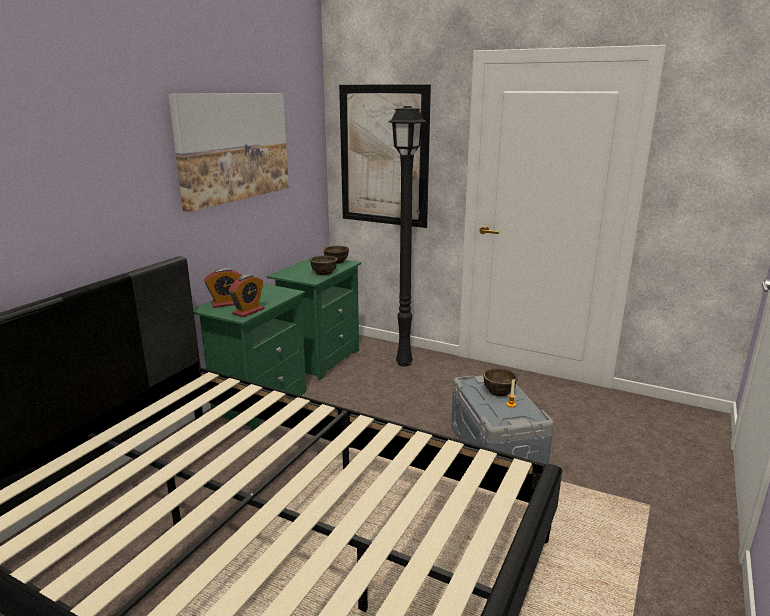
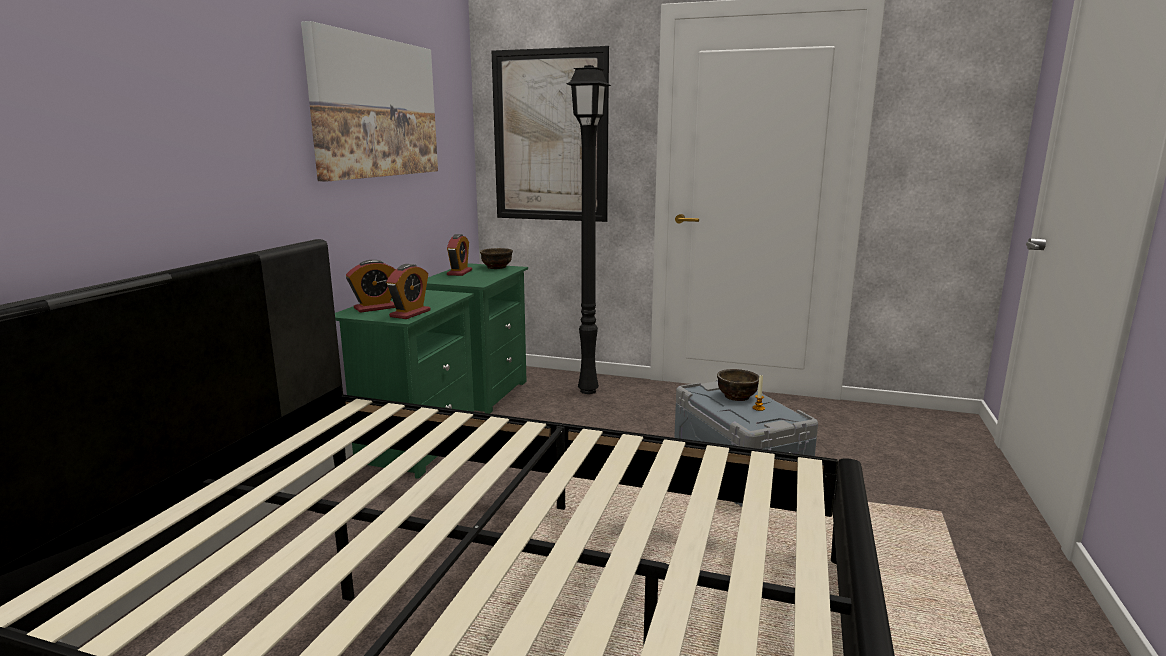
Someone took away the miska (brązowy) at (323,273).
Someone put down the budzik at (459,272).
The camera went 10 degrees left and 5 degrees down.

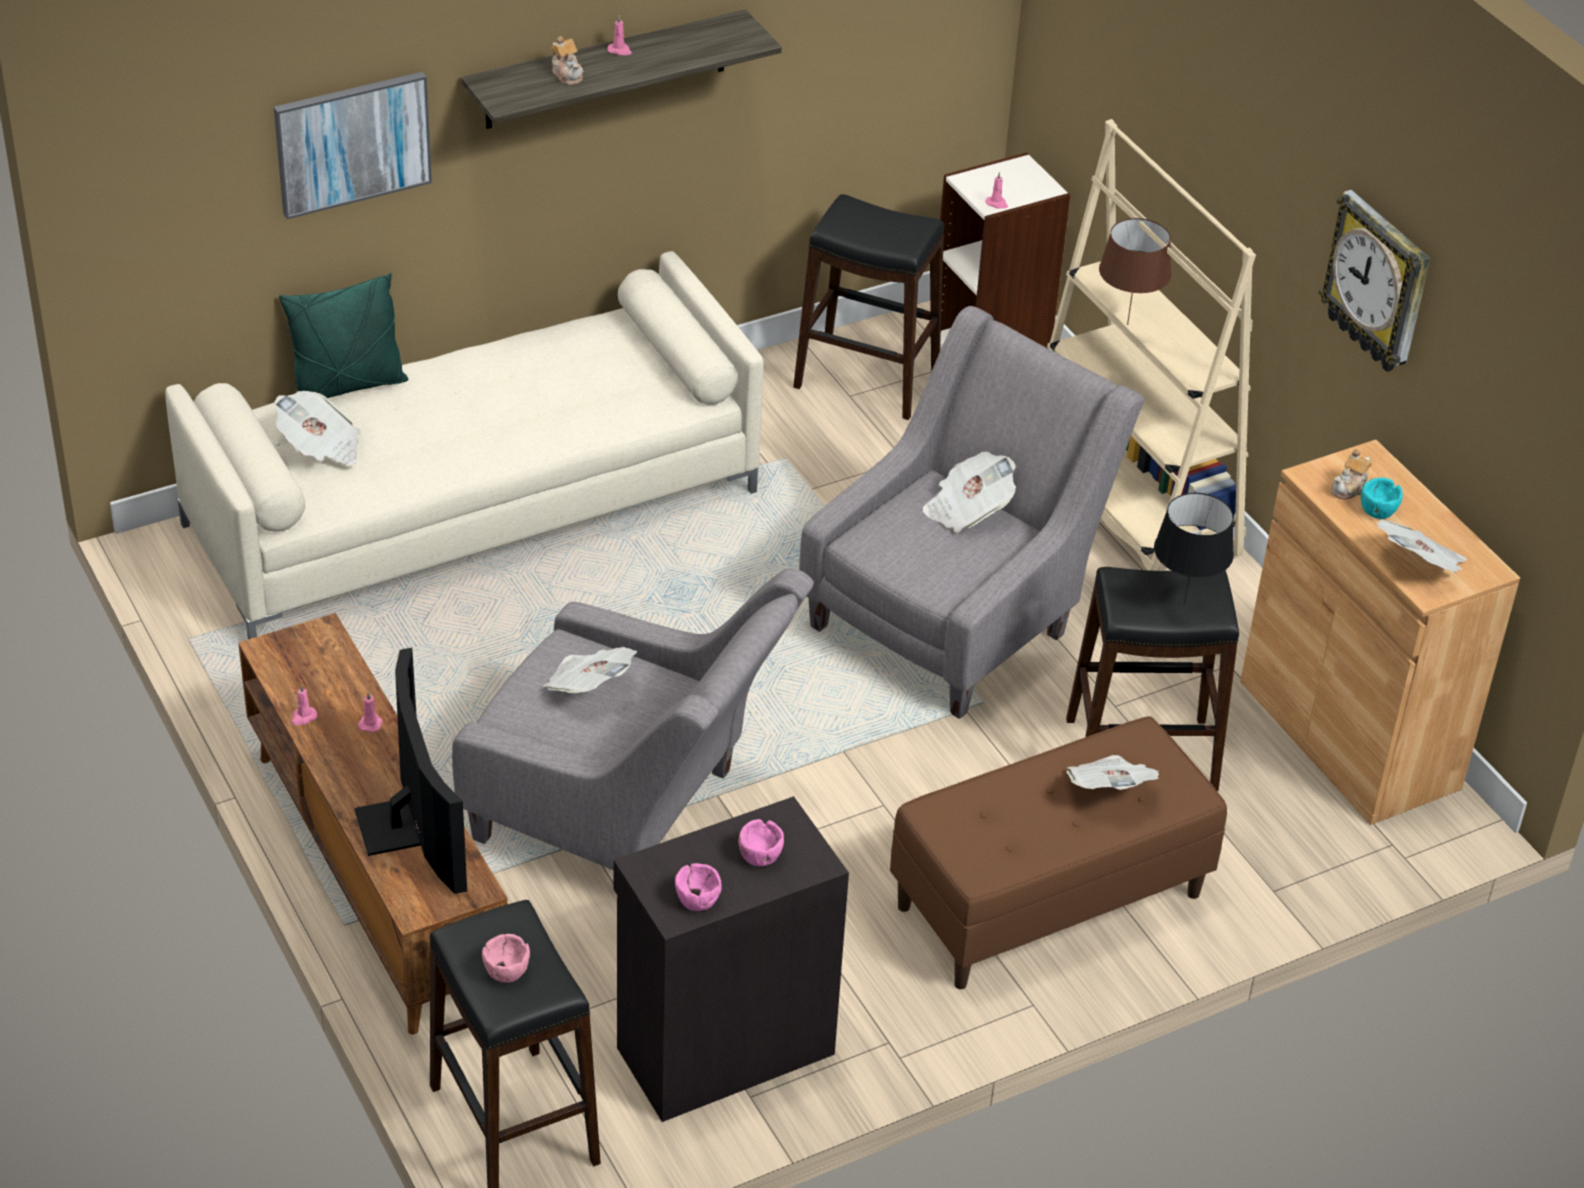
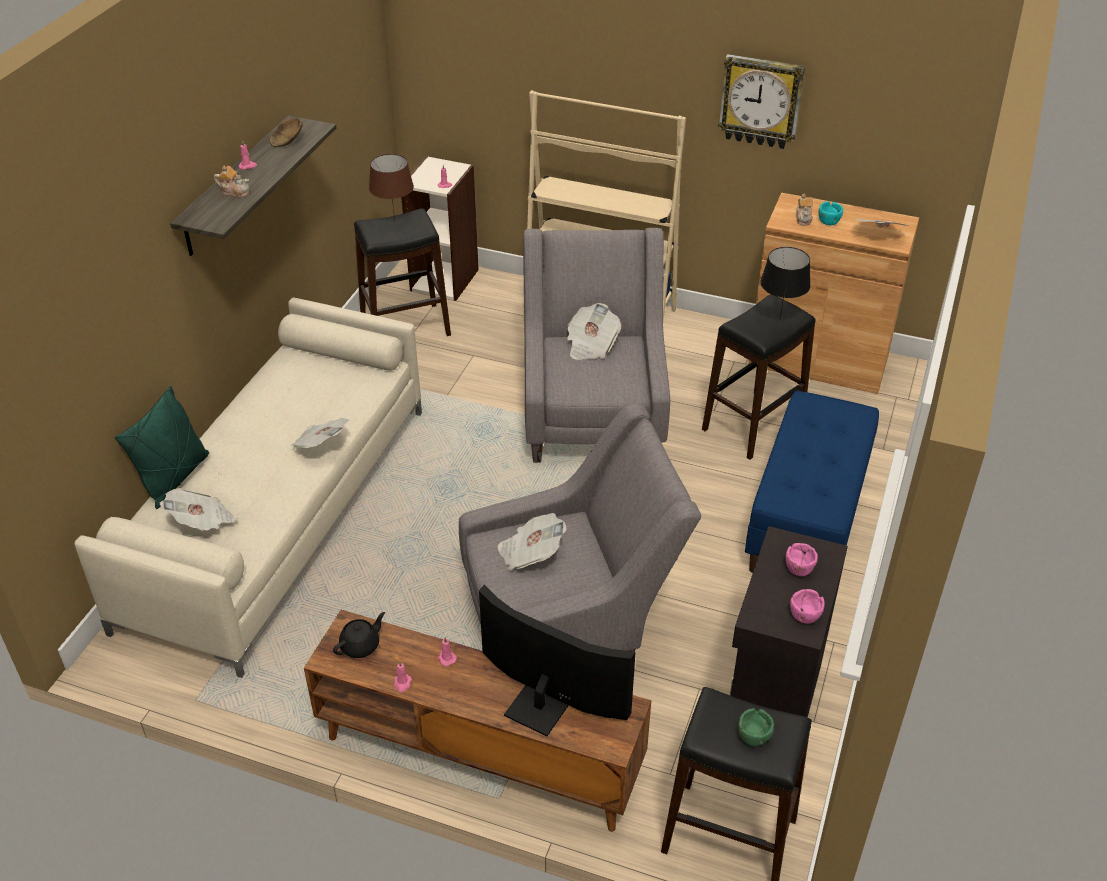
Someone took away the obraz at (352,143).
Someone carried the lampa stołowa (brązowy) from (1128,324) to (394,221).
Someone repainted the ławka (brązowy) at (1049,902), which became the ławka (niebieski) at (807,520).
Someone carried the gazeta from (1109,790) to (321,444).
Someone repainted the miska (różowy) at (506,972), which became the miska (zielony) at (753,737).
Someone put down the miska (brązowy) at (286,141).
Someone put down the imbryk (czarny) at (361,646).
The camera went 40 degrees left and 0 degrees up.

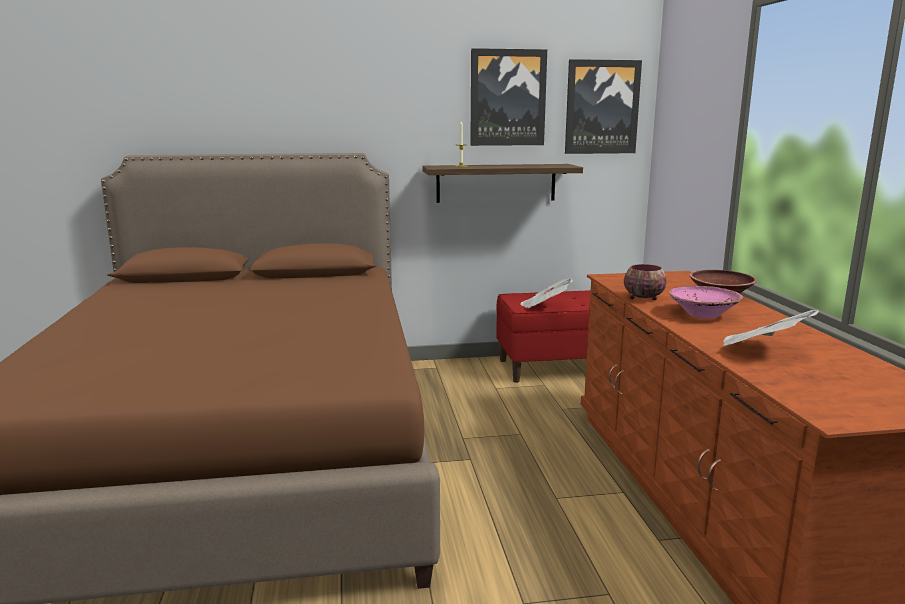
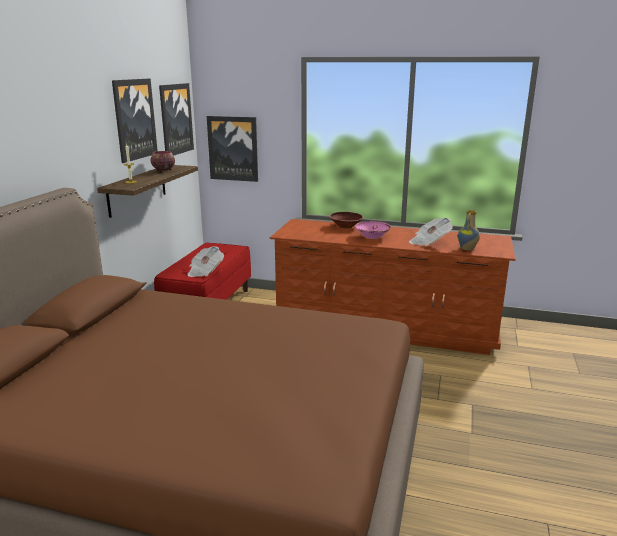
Someone carried the miska from (642,298) to (163,170).
Someone put up the obraz at (233,148).
Someone put down the wazon at (467,249).
The camera went 65 degrees left and 5 degrees up.

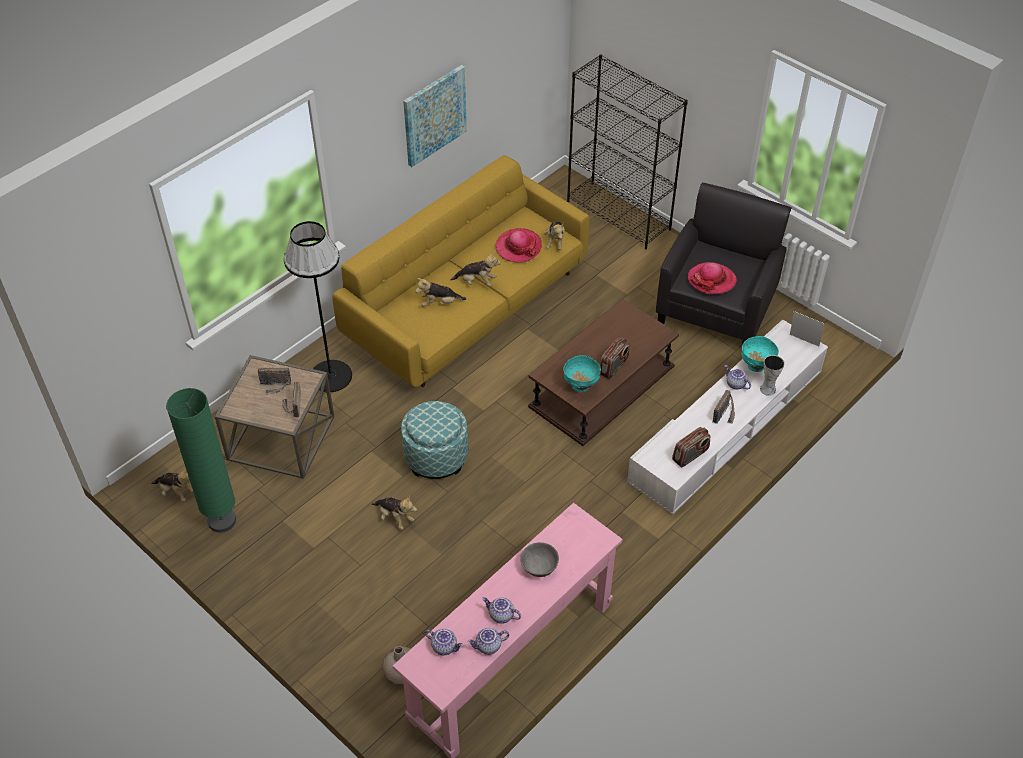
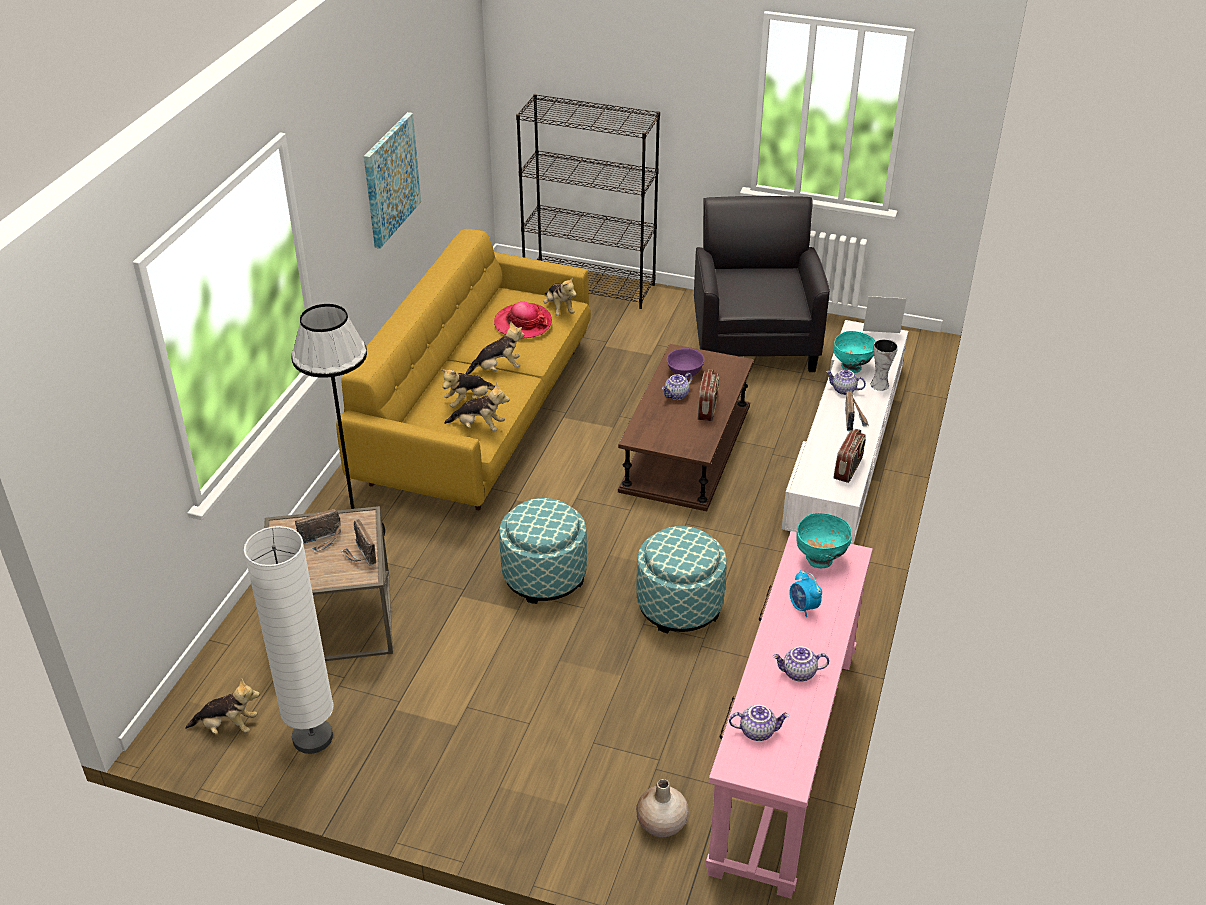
Someone took away the kapelusz at (711,280).
Someone carried the miska (turkusowy) from (580,386) to (820,560).
Someone repainted the lampa stojąca (zielony) at (222,521), which became the lampa stojąca (biały) at (312,738).
Someone carried the pluszak from (395,517) to (479,427).
Someone swapped the miska (szary) at (539,567) for the budzik at (803,607).
Someone carried the imbryk from (488,646) to (676,395).
Someone put down the miska (fioletowy) at (685,371).
Someone put down the pufa at (679,605).
The camera went 25 degrees left and 10 degrees down.

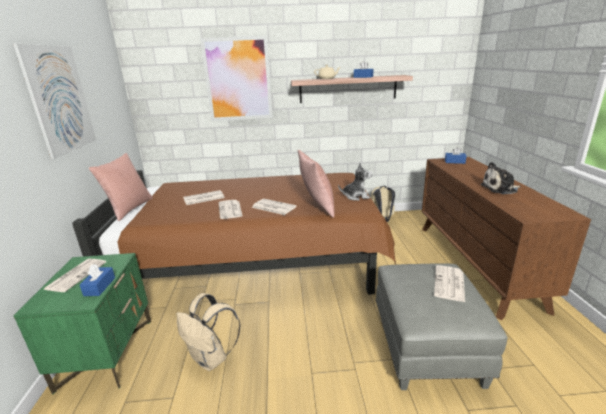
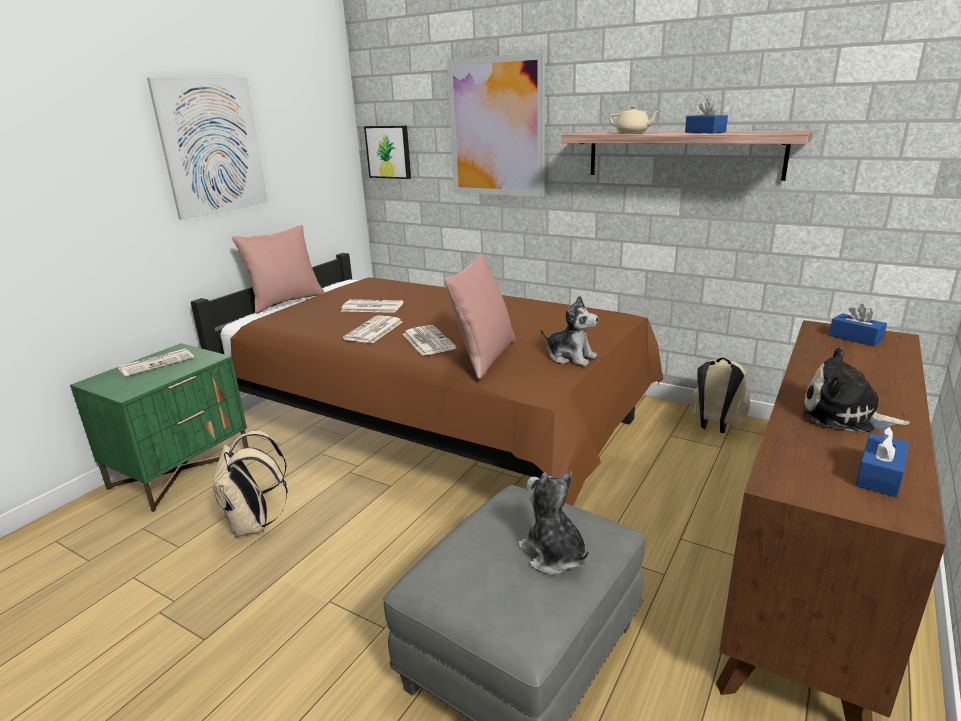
Someone carried the pudełko chusteczek (niebieski) from (99,286) to (879,476).
Someone swapped the gazeta at (449,284) for the pluszak at (553,555).
Someone put up the obraz at (389,152).
The camera went 35 degrees right and 0 degrees up.

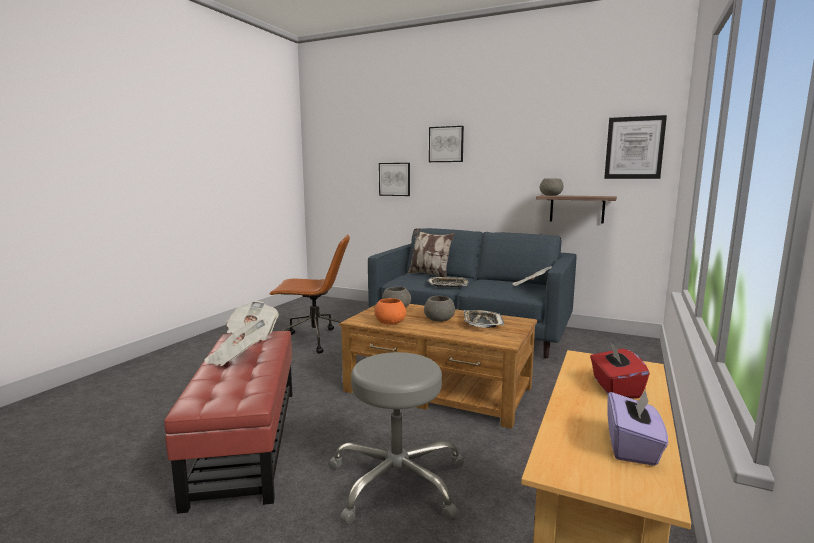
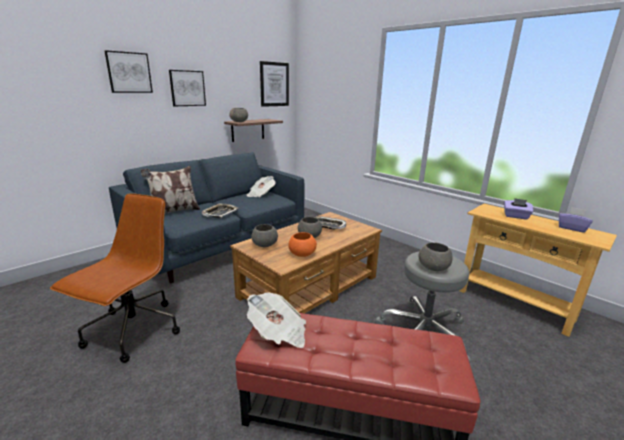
Someone carried the obraz from (394,179) to (187,88).
Someone took away the gazeta at (237,358).
Someone repainted the pudełko chusteczek (czerwony) at (615,388), which became the pudełko chusteczek (fioletowy) at (516,216).
Someone put down the miska (szary) at (433,268).
The camera went 70 degrees left and 10 degrees up.

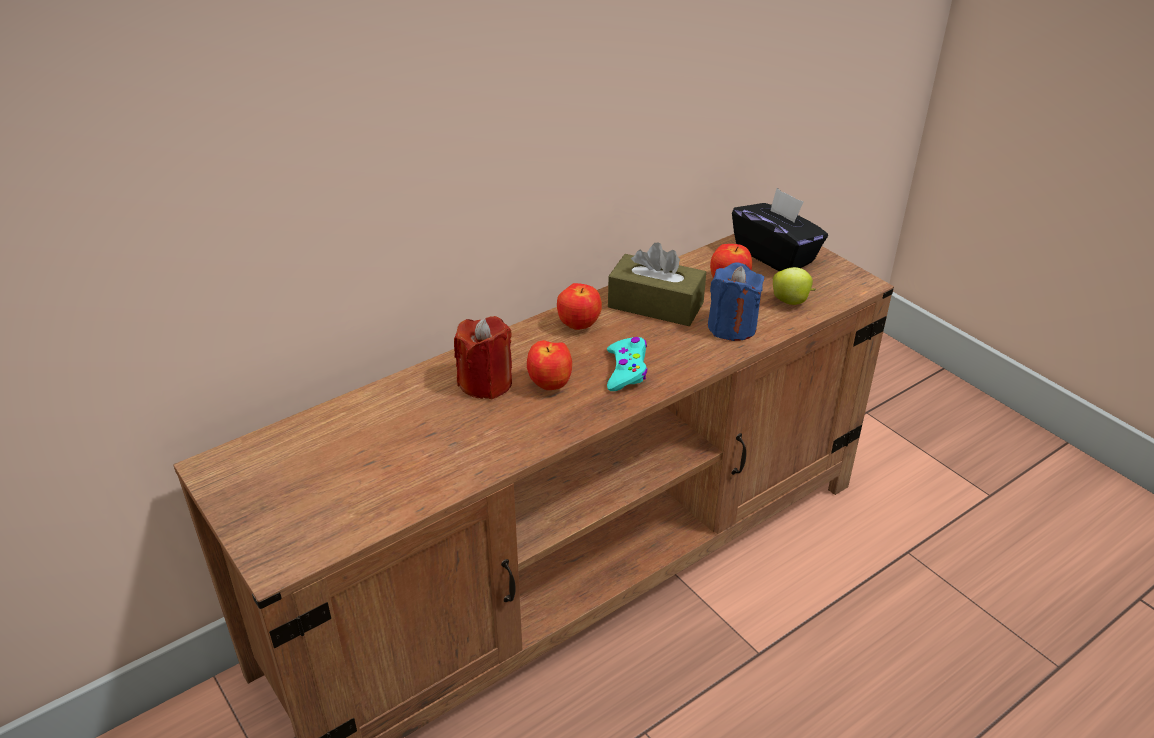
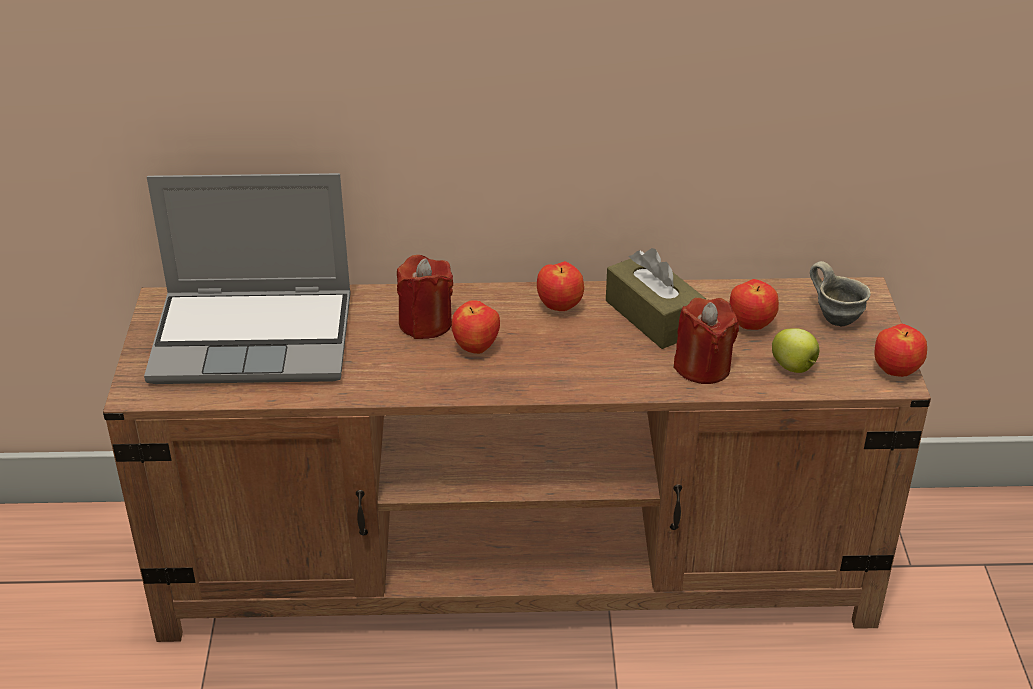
Someone swapped the pudełko chusteczek (czarny) at (775,255) for the kubek (szary) at (836,316).
Someone repainted the świeca (niebieski) at (732,327), which became the świeca (czerwony) at (702,367).
Someone took away the pad do gier (turkusowy) at (626,370).
Someone put down the laptop at (256,338).
Someone put down the jabłko at (896,371).
The camera went 35 degrees right and 0 degrees up.

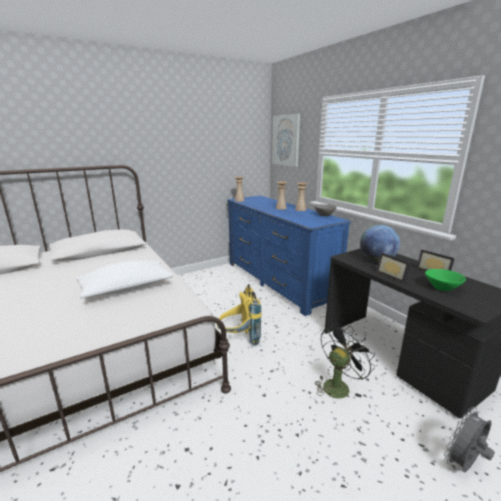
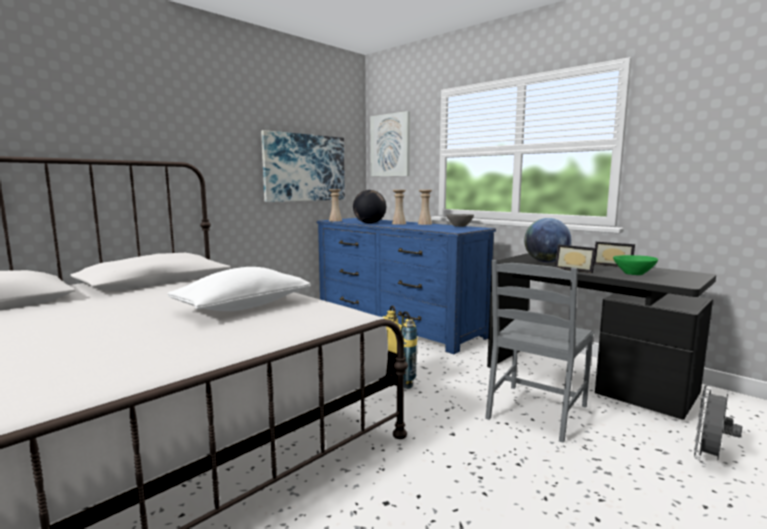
Someone swapped the wentylator (czarny) at (338,385) for the krzesło (szary) at (536,412).
Someone put up the obraz at (305,167).
Someone put down the globus at (369,223).
The camera went 15 degrees left and 10 degrees down.

